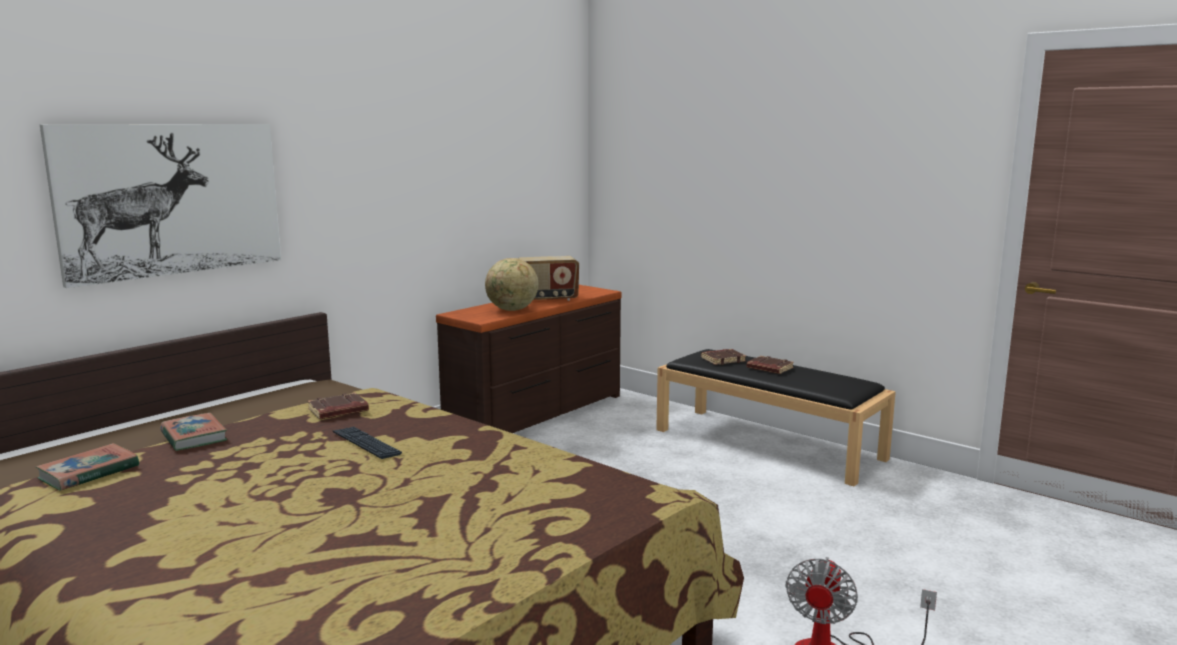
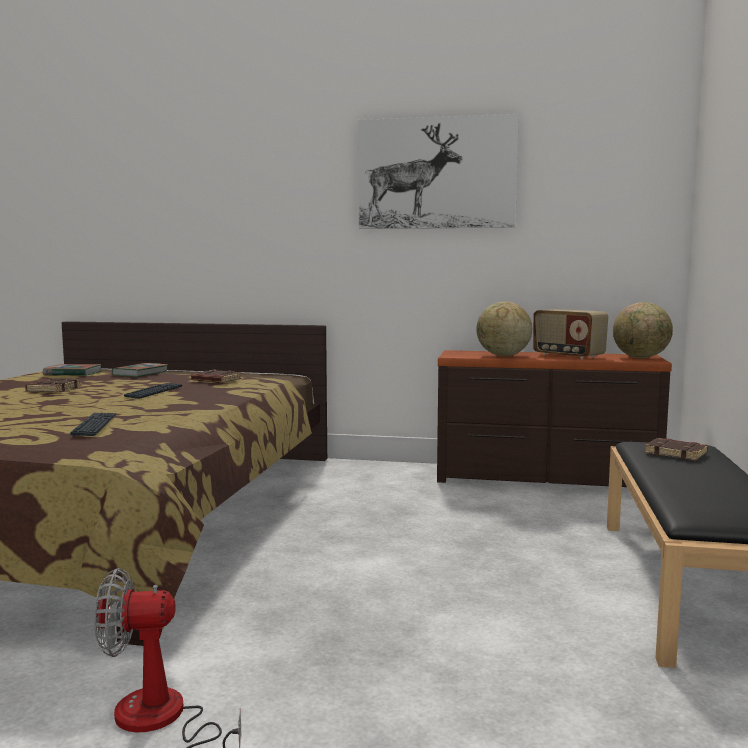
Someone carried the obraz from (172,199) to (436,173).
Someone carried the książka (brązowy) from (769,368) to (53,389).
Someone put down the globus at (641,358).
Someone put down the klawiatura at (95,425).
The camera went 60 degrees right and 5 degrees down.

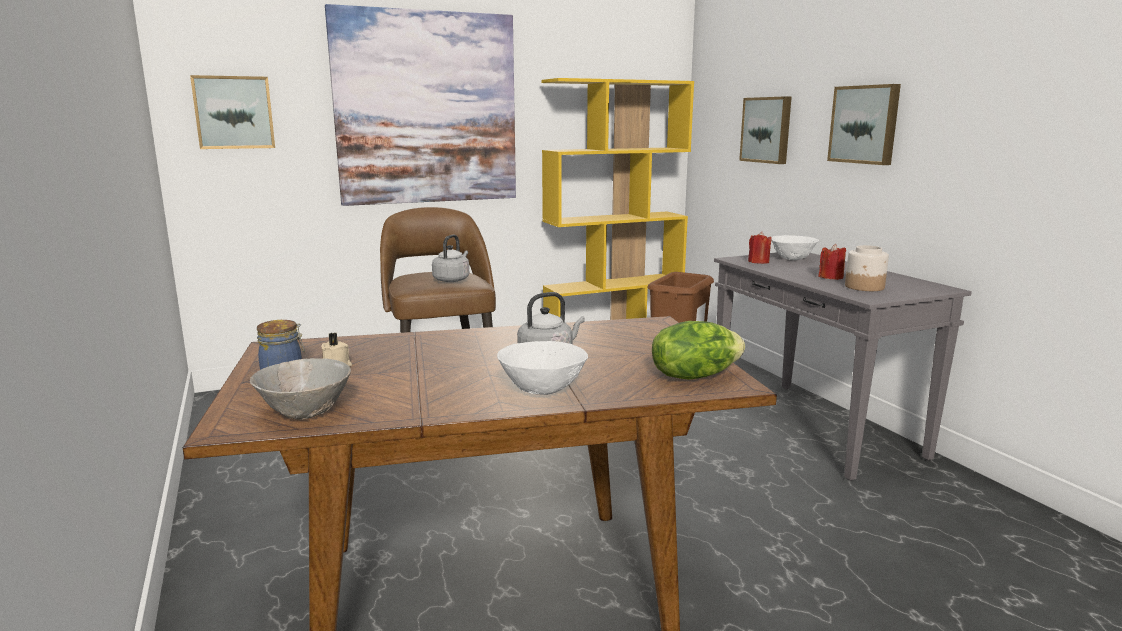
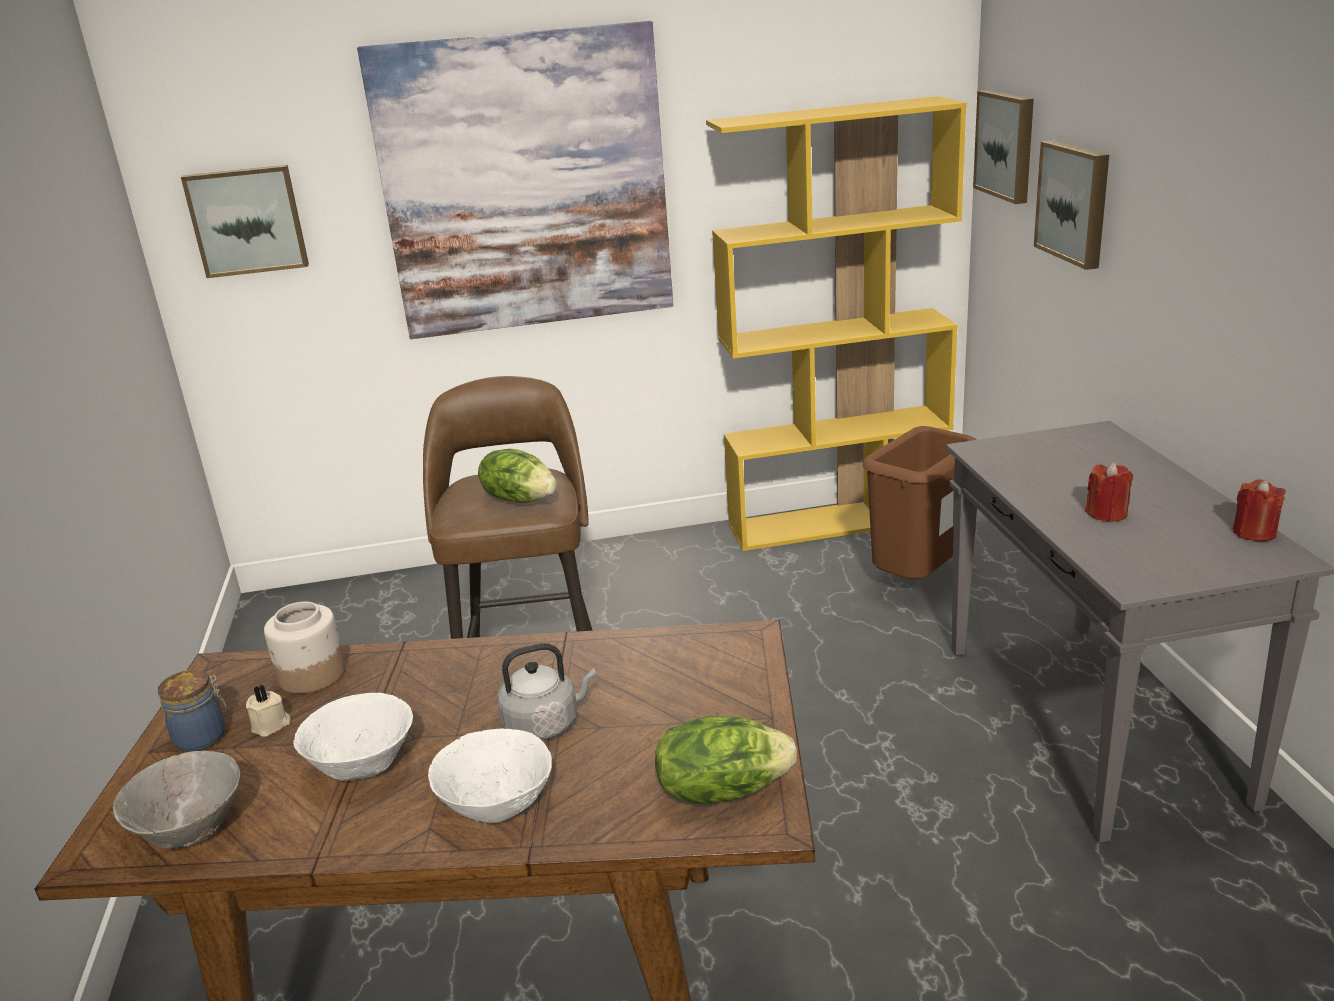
Someone carried the obraz from (865,124) to (1007,145).
Someone carried the świeca (czerwony) from (758,262) to (1254,532).
Someone swapped the czajnik (szary) at (452,279) for the sałata at (520,499).
Someone carried the miska (biały) from (793,258) to (364,766).
Someone carried the słoik from (864,287) to (311,675).
The camera went 15 degrees right and 10 degrees up.

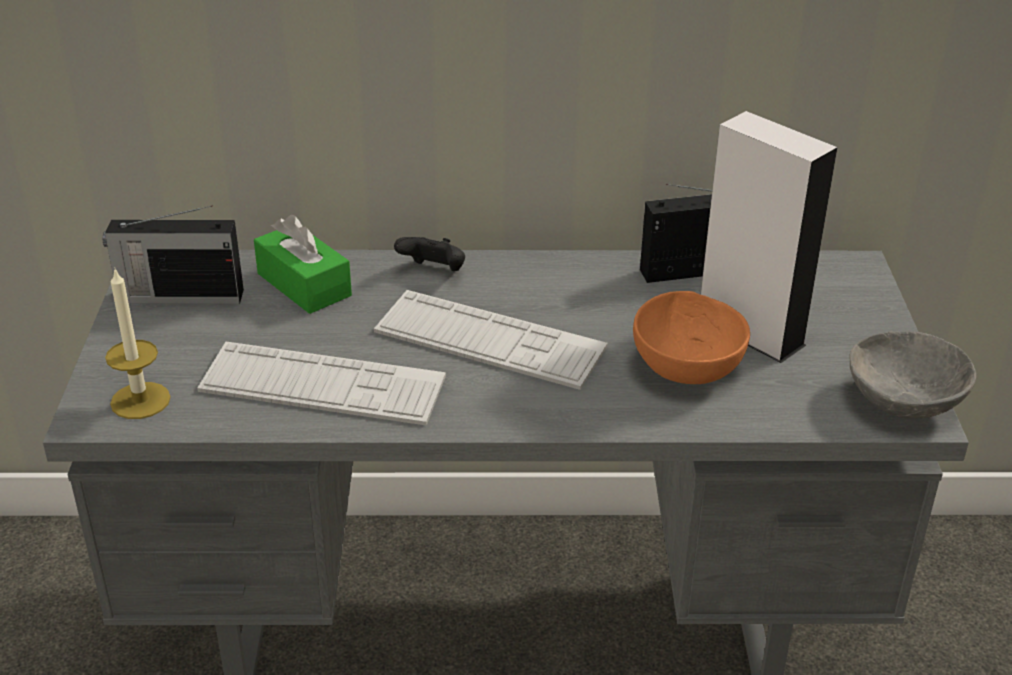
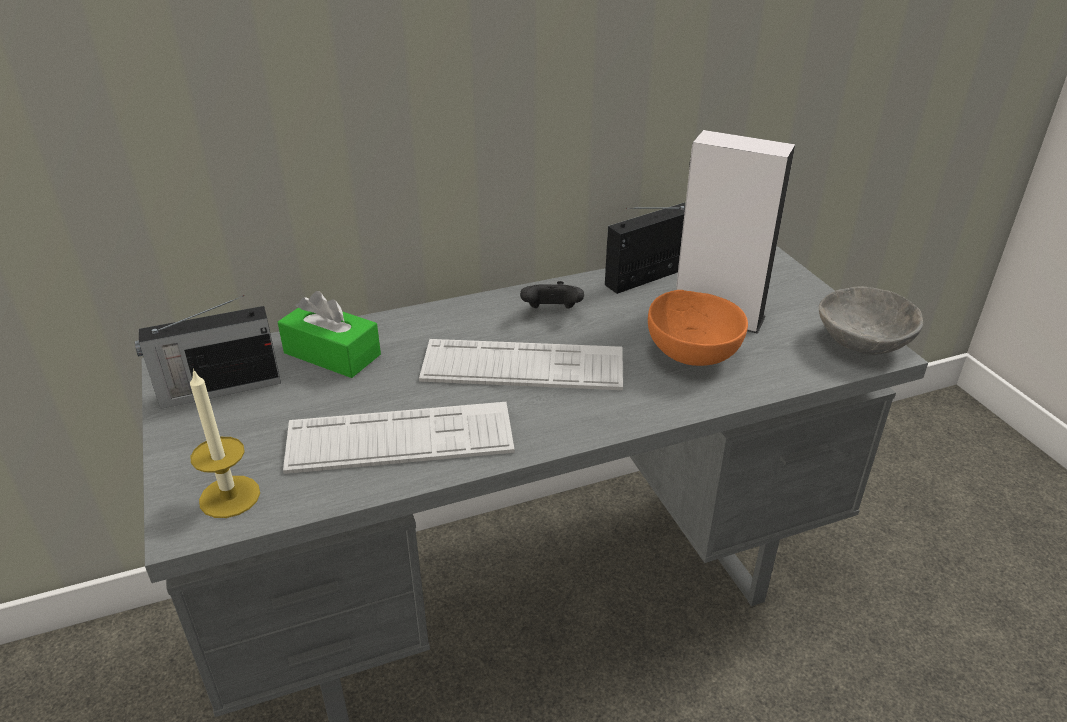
Someone carried the pad do gier (czarny) from (434,272) to (551,312).
The camera went 20 degrees left and 0 degrees up.

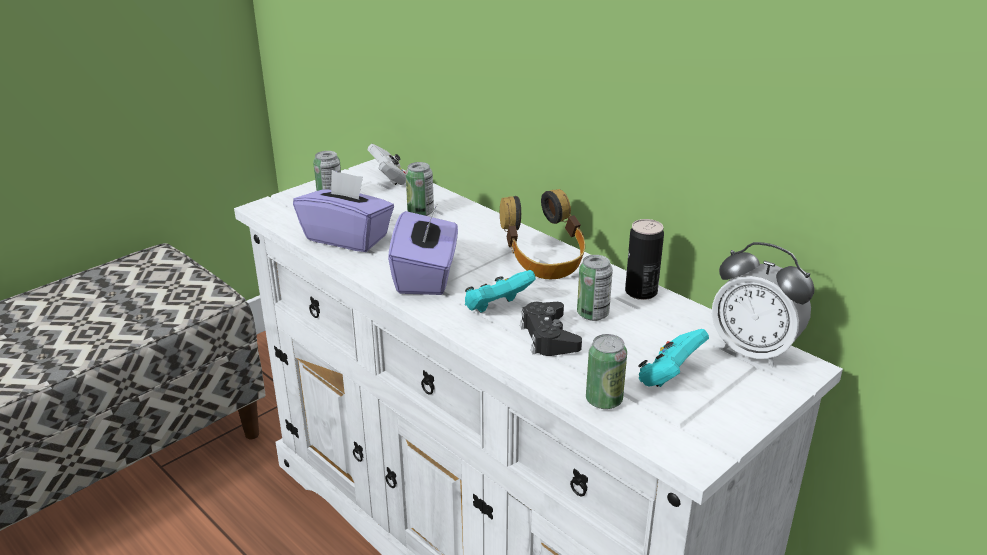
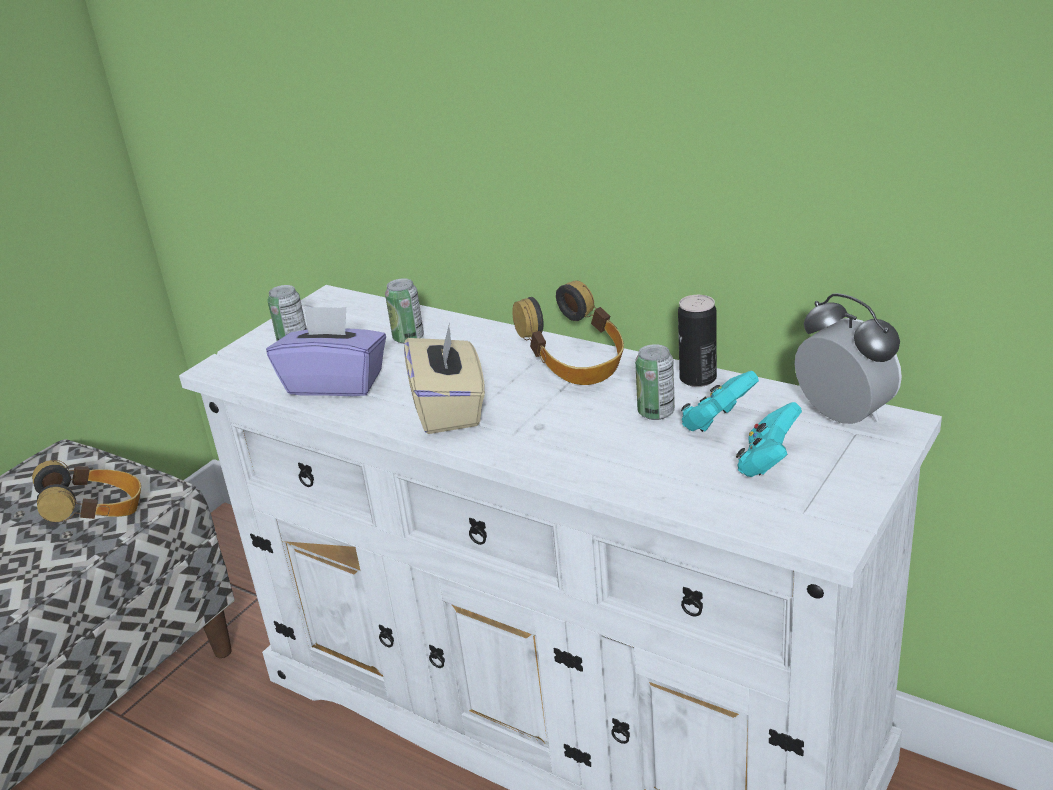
Someone took away the pad do gier (biały) at (389,179).
Someone repainted the pudełko chusteczek (fioletowy) at (426,276), which became the pudełko chusteczek (beżowy) at (450,409).
Someone rotated the budzik at (753,351) by 150 degrees counterclockwise.
Someone carried the pad do gier (turkusowy) from (497,308) to (717,422).
Someone took away the pad do gier (czarny) at (548,336).
Someone took away the puszka at (604,400).
Someone put down the słuchawki at (98,516).
The camera went 10 degrees left and 0 degrees up.

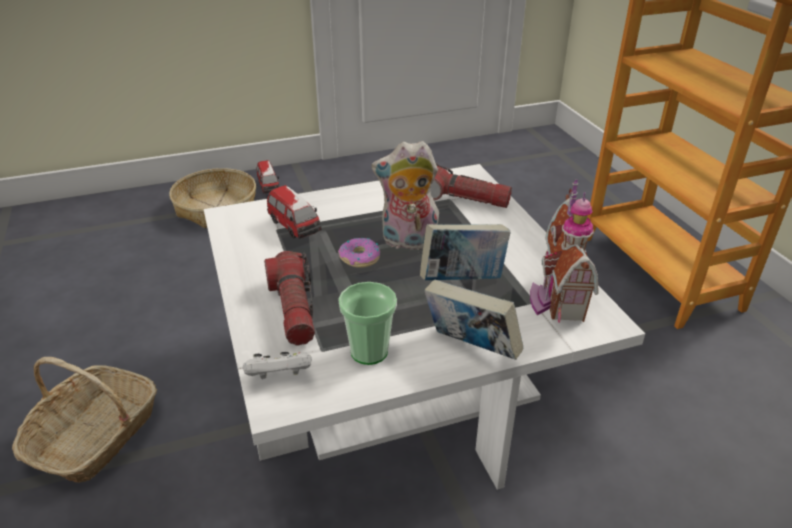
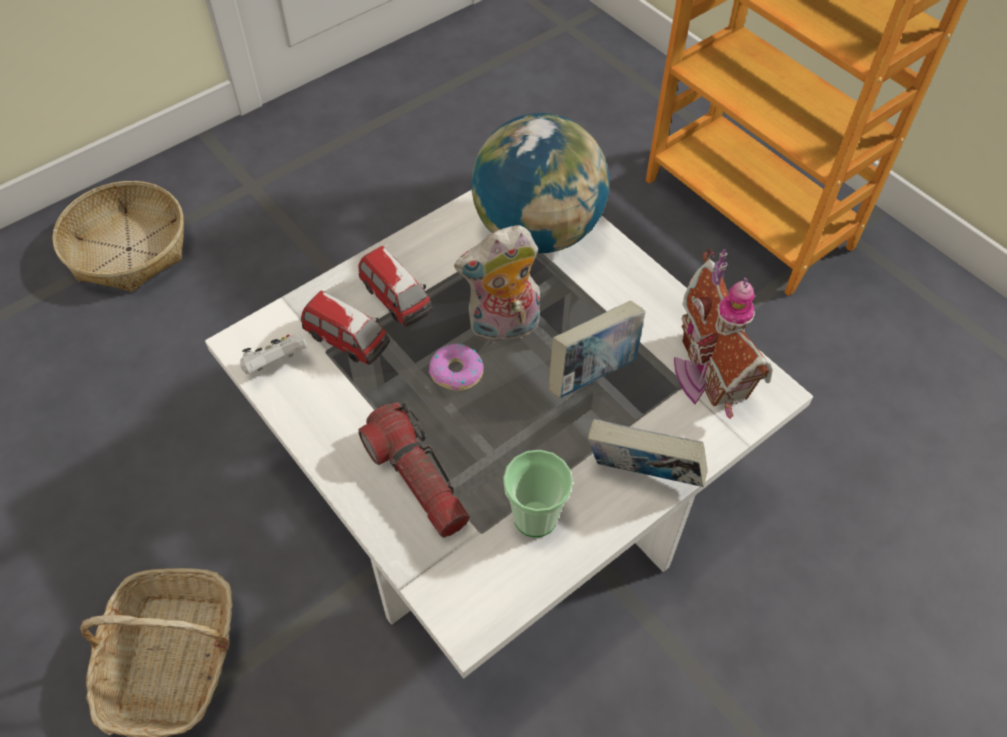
Someone carried the samochodzik from (269,187) to (397,299).
Someone swapped the latarka at (462,199) for the globus at (538,231).
Someone carried the pad do gier (biały) from (280,377) to (275,364).
The camera went 20 degrees left and 20 degrees up.

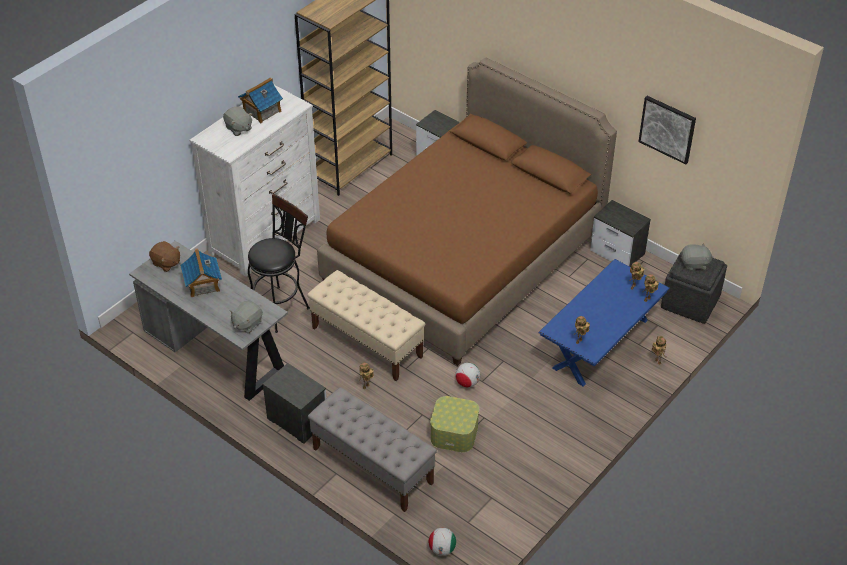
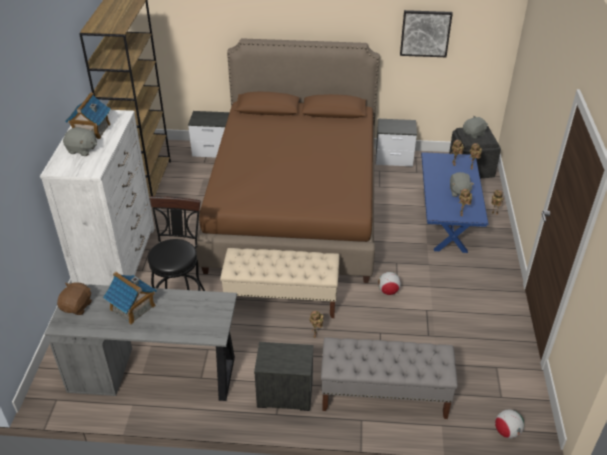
Someone rotated the pluszak (brązowy) at (166,263) by 75 degrees counterclockwise.
Someone carried the pluszak (szary) from (247,324) to (459,192).
Someone took away the pojemnik do przechowywania at (454,433).
The camera went 35 degrees left and 5 degrees down.

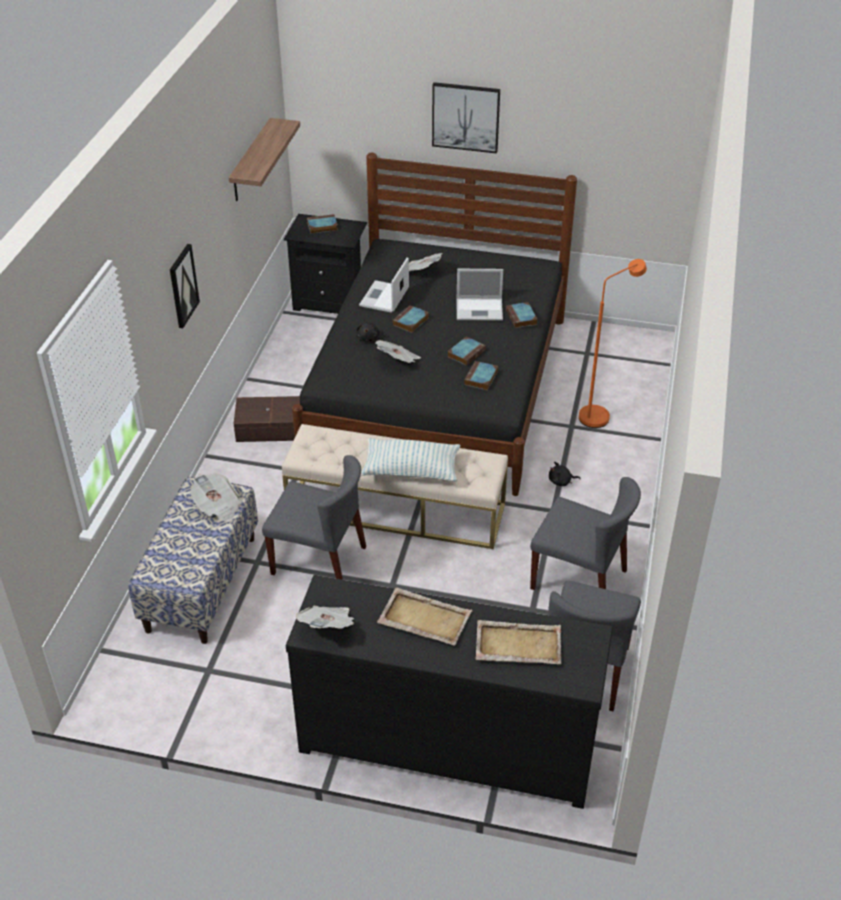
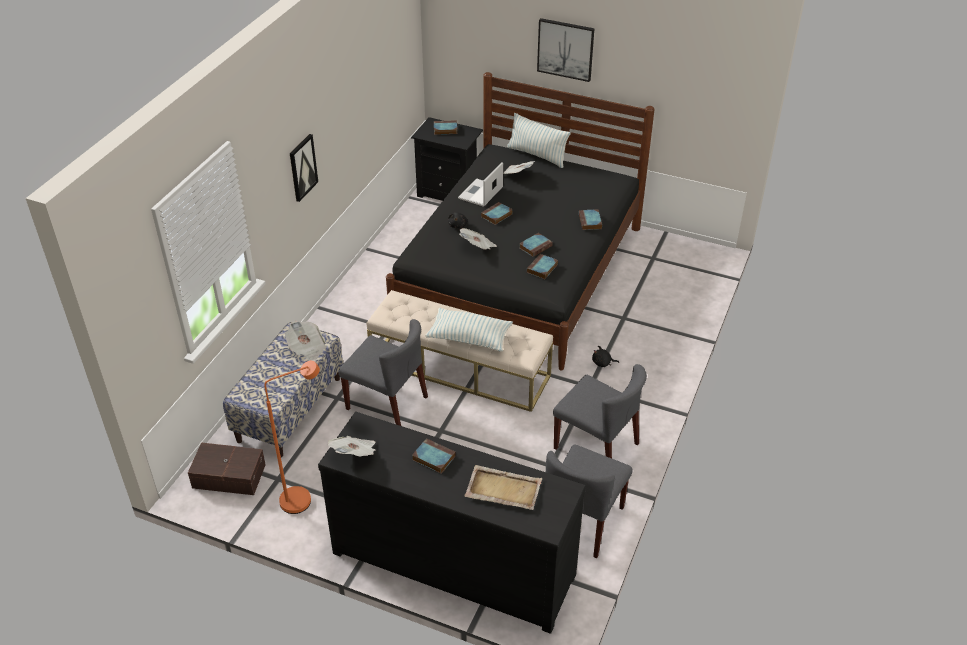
Someone took away the półka at (251,161).
Someone carried the lampa stojąca (pomarańczowy) from (600,414) to (304,498).
Someone took away the laptop at (480,309).
Someone carried the pojemnik do przechowywania (brązowy) from (268,427) to (228,475).
Someone swapped the taca (beżowy) at (424,618) for the książka at (433,458).
Someone put down the poduszka at (537,155).
The camera went 10 degrees right and 0 degrees up.

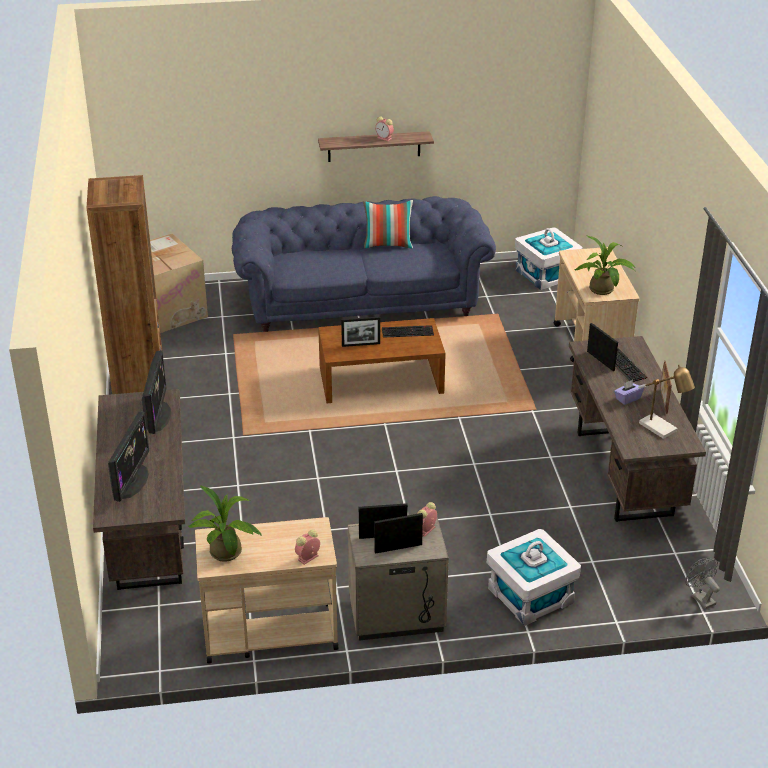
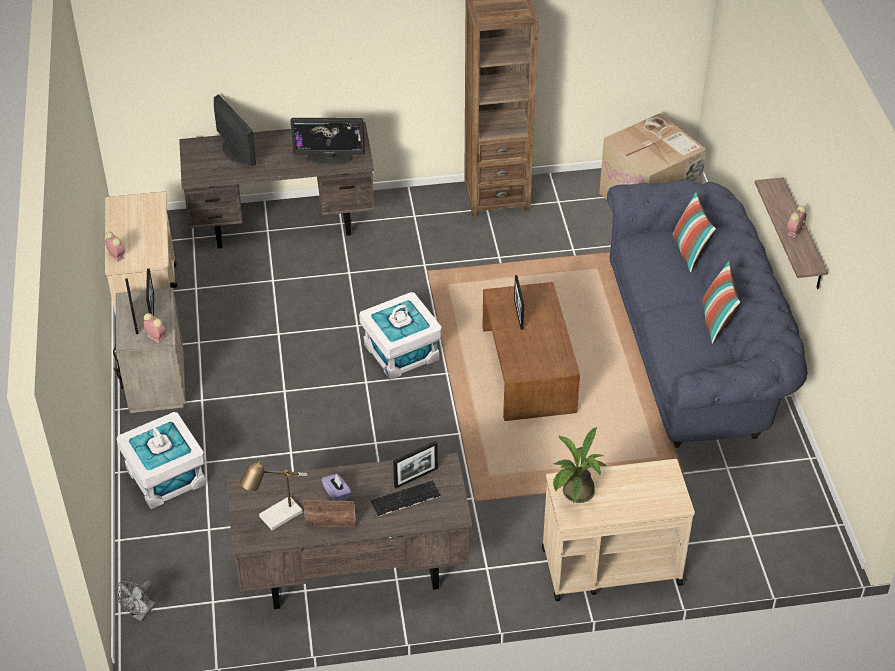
Someone carried the pojemnik do przechowywania (biały) from (546,274) to (401,352).
Someone took away the klawiatura at (408,331).
Someone rotated the monitor at (132,481) by 135 degrees counterclockwise.
Someone took away the roślina doniczkowa at (227,555).
Someone rotated the wentylator (szary) at (700,598) by 150 degrees clockwise.
Someone put down the poduszka at (690,252).
The camera went 90 degrees right and 10 degrees up.

